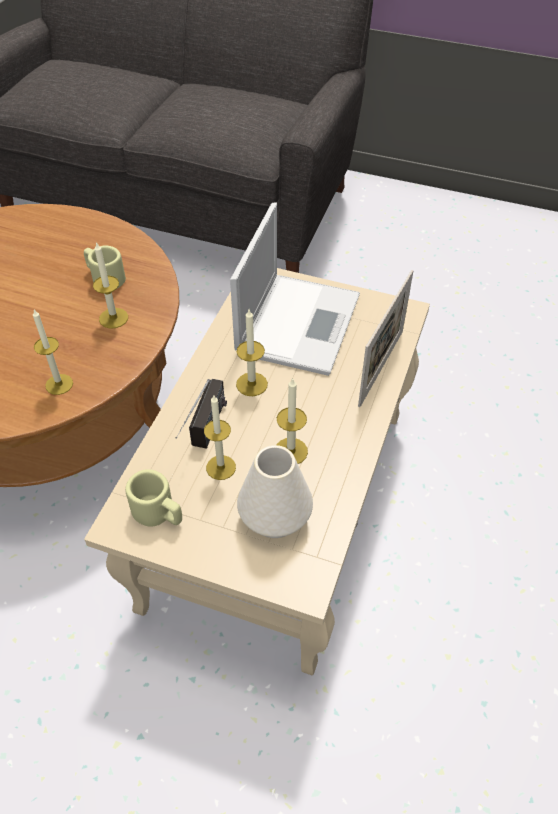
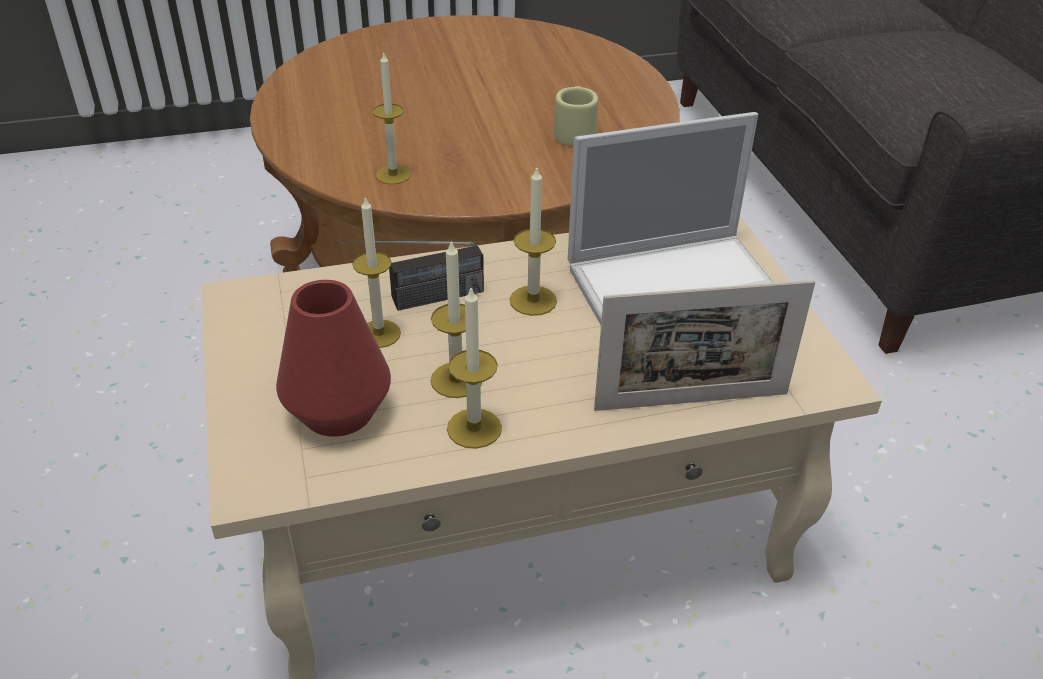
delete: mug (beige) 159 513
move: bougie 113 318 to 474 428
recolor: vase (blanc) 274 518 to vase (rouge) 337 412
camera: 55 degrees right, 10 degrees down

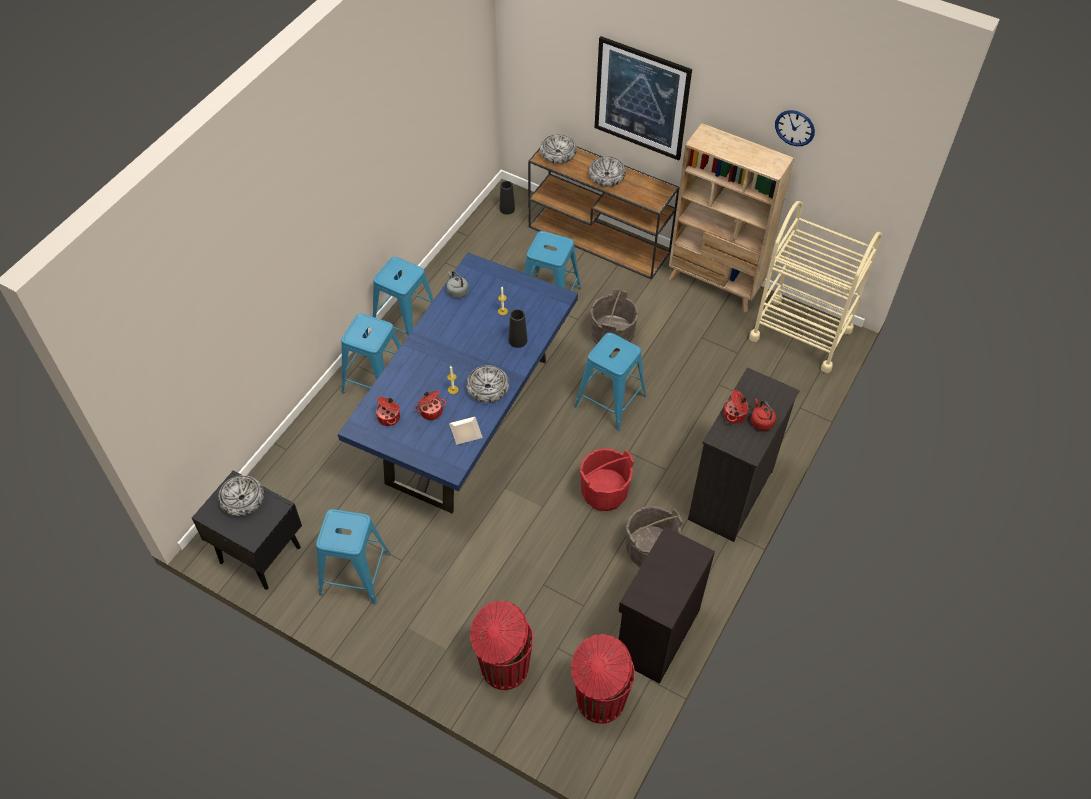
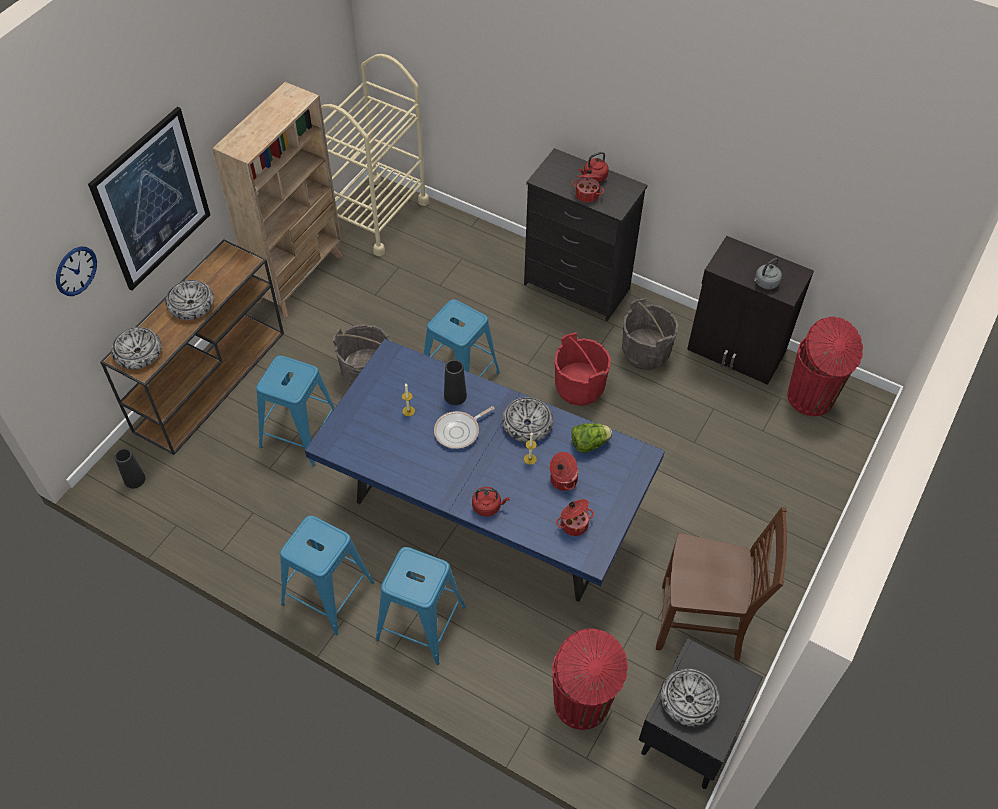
insert: poêle 459 431; bouilloire (rouge) 488 506
move: bouilloire (gris) 457 291 to 765 283; poubelle (rouge) 503 668 to 582 704; horloge murale 794 128 to 76 271
replace: tabouret (bleu) 355 573 to chaise (marron) 702 625; assiette 466 430 to laitue 589 444
camera: 90 degrees left, 0 degrees up

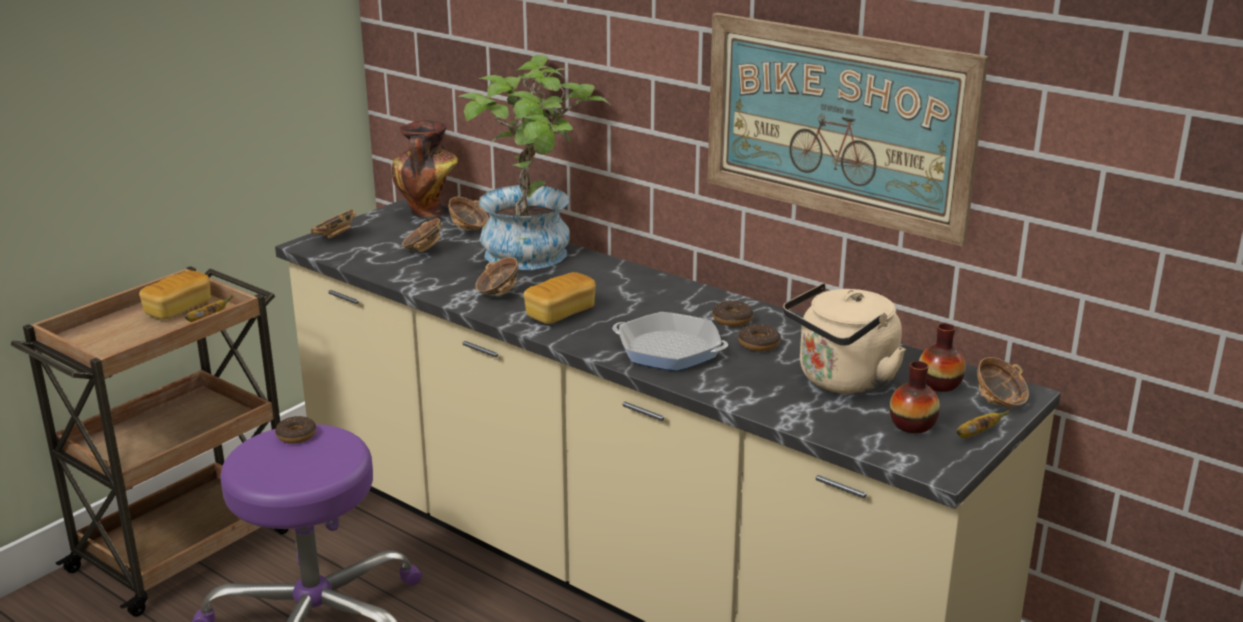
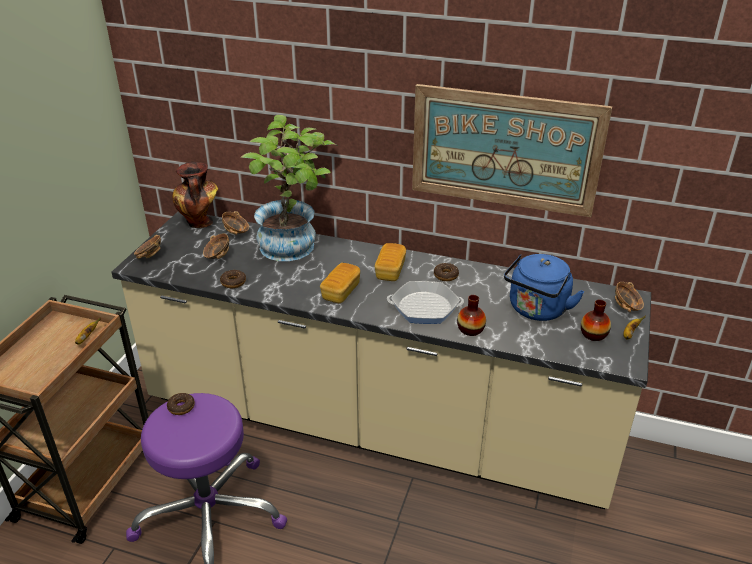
delete: bol 497 293
move: pain 178 309 to 390 271; beignet 758 344 to 233 282; vase 939 384 to 470 329
recolor: bouilloire (beige) 842 381 to bouilloire (bleu) 536 310
camera: 20 degrees left, 10 degrees up

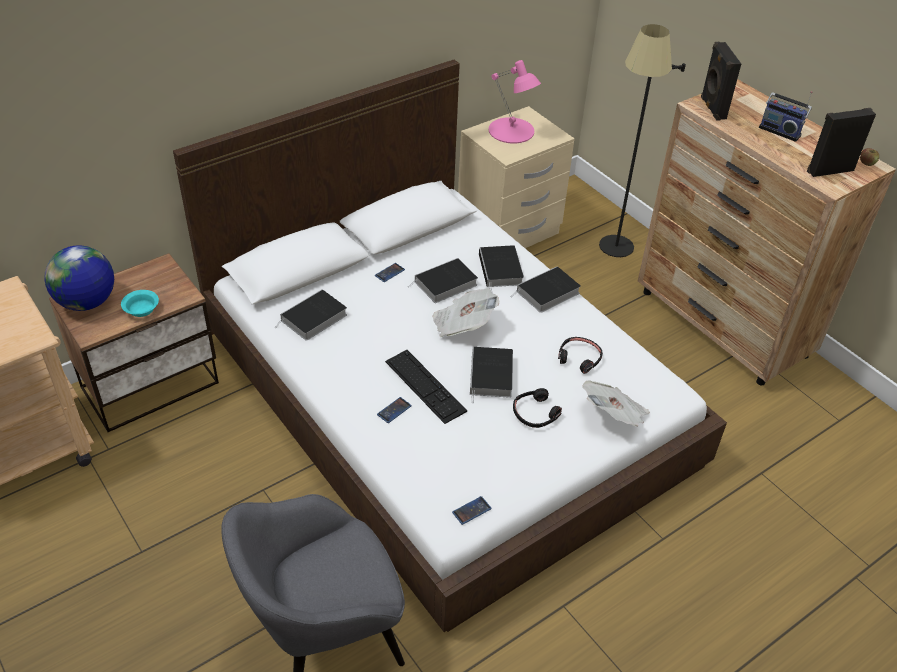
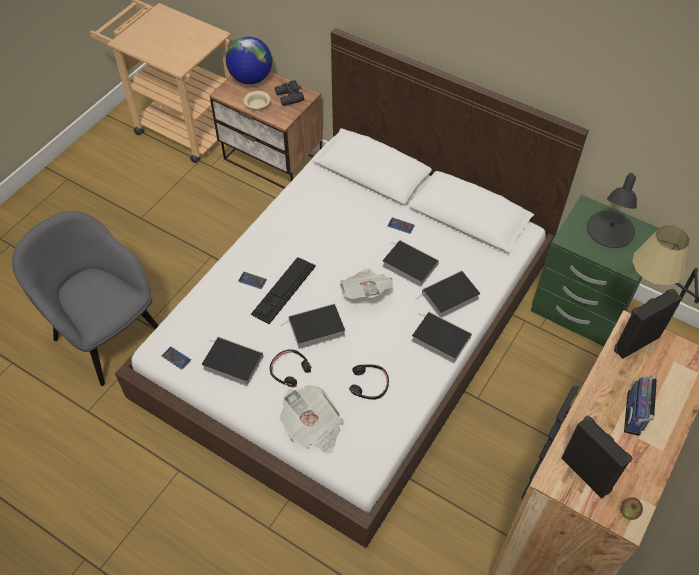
insert: jumelles (noir) 289 97
move: livre 313 319 to 231 363
recolor: bol (turquoise) 141 309 to bol (beige) 258 105; table de chevet (beige) 509 232 to table de chevet (vert) 579 308; lampe de table (rose) 511 131 to lampe de table (noir) 610 230
camera: 70 degrees right, 10 degrees up

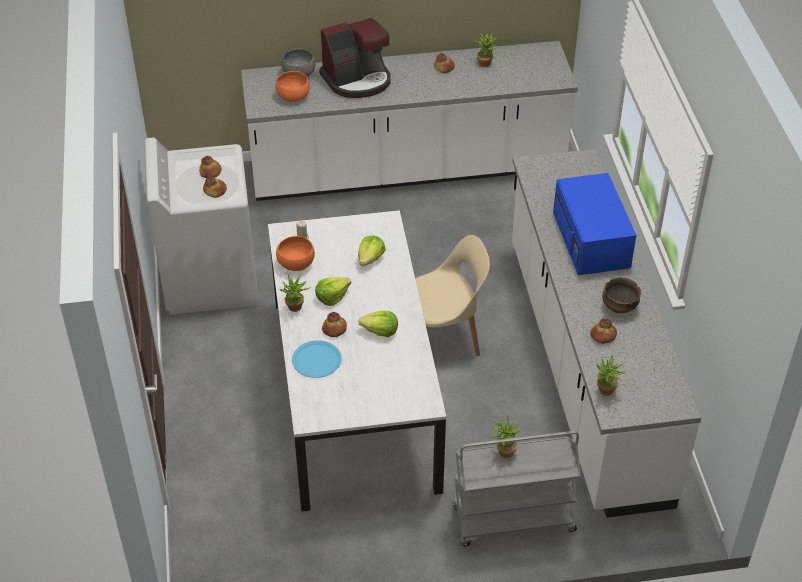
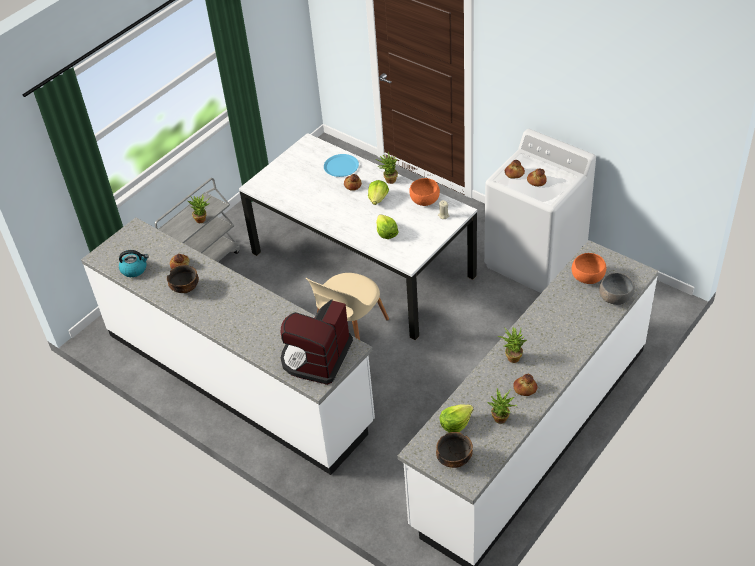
delete: micro-ondes (bleu) 591 240
insert: bouilloire 134 269; bol 454 459
move: machine à café 357 80 to 316 357; laitue 380 331 to 455 423; plante en pot 605 392 to 512 356
camera: 140 degrees right, 0 degrees up

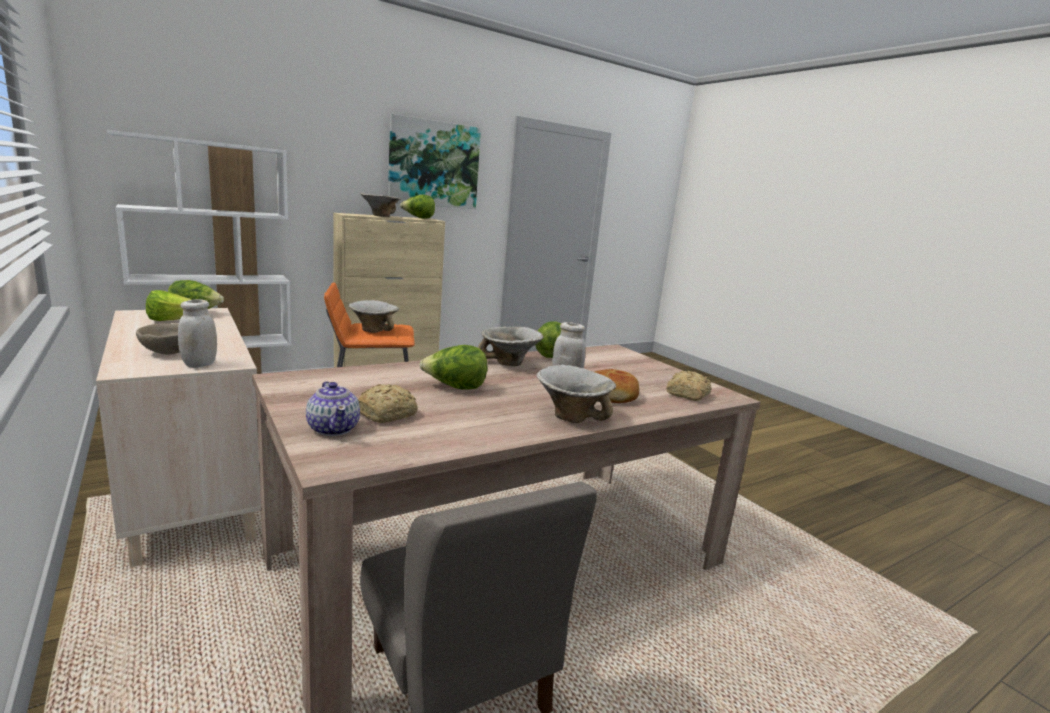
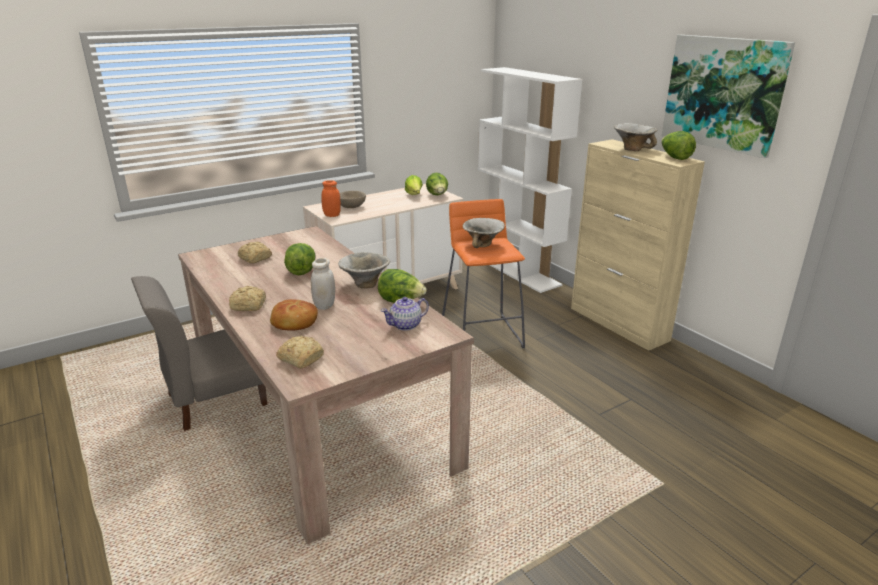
move: théière 333 428 to 406 325
replace: bol 572 416 to pain 249 306
recolor: bocal (blanc) 200 364 to bocal (orange) 332 215
camera: 90 degrees right, 10 degrees up

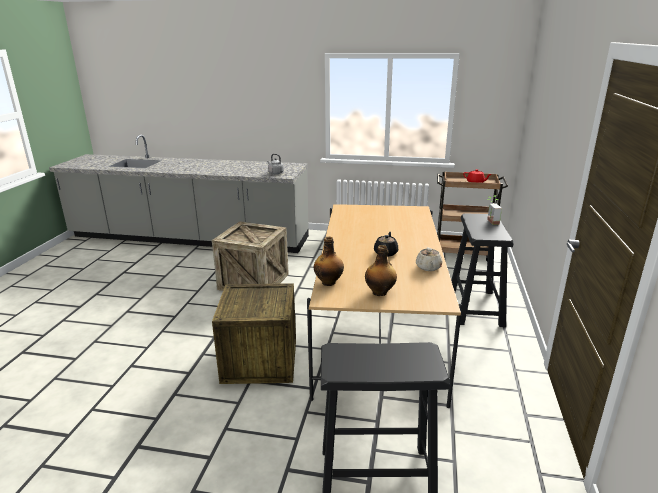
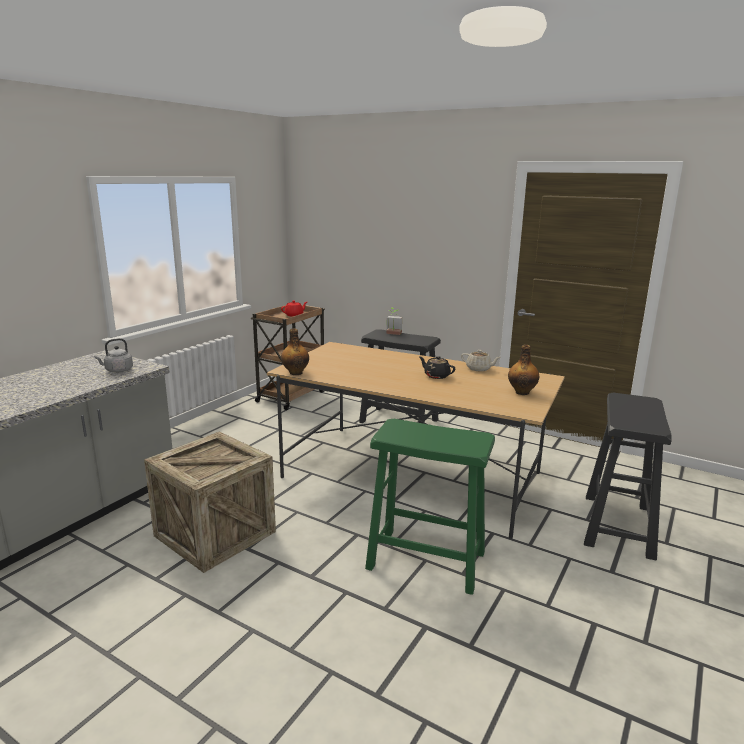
move: bouteille 329 282 to 295 373
replace: caisse 260 360 to tabouret (vert) 425 560
camera: 70 degrees left, 5 degrees down

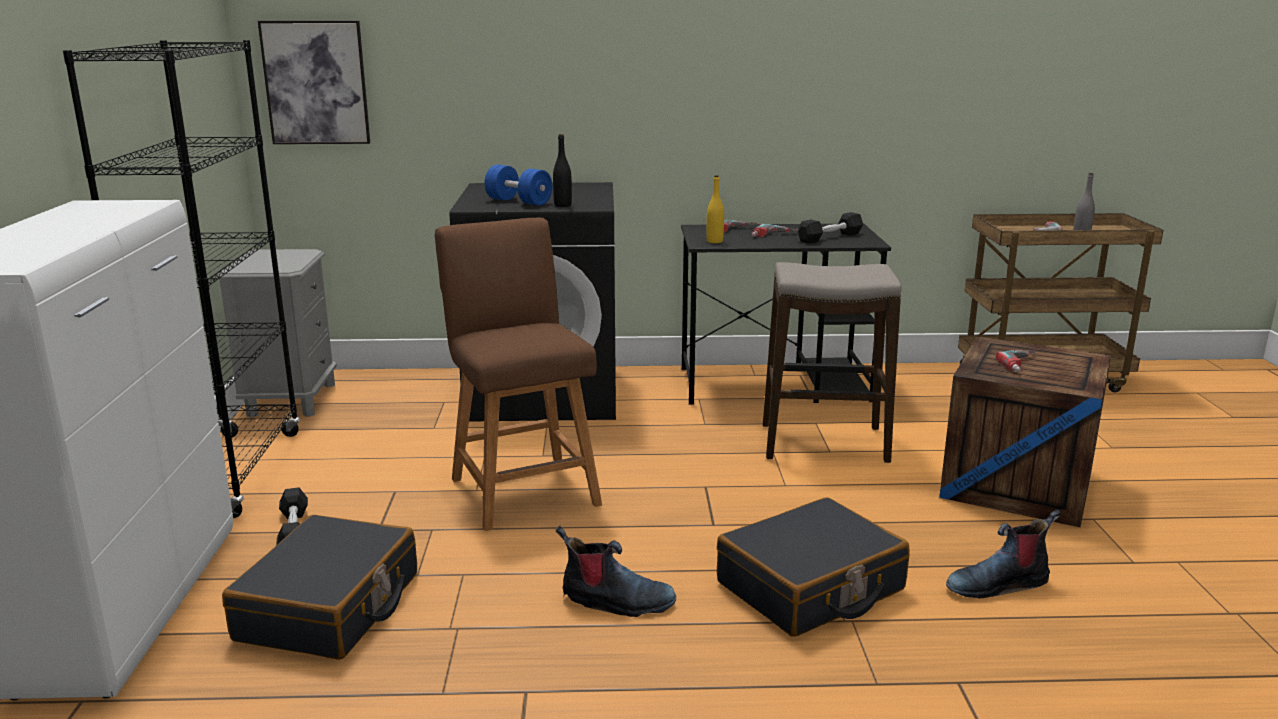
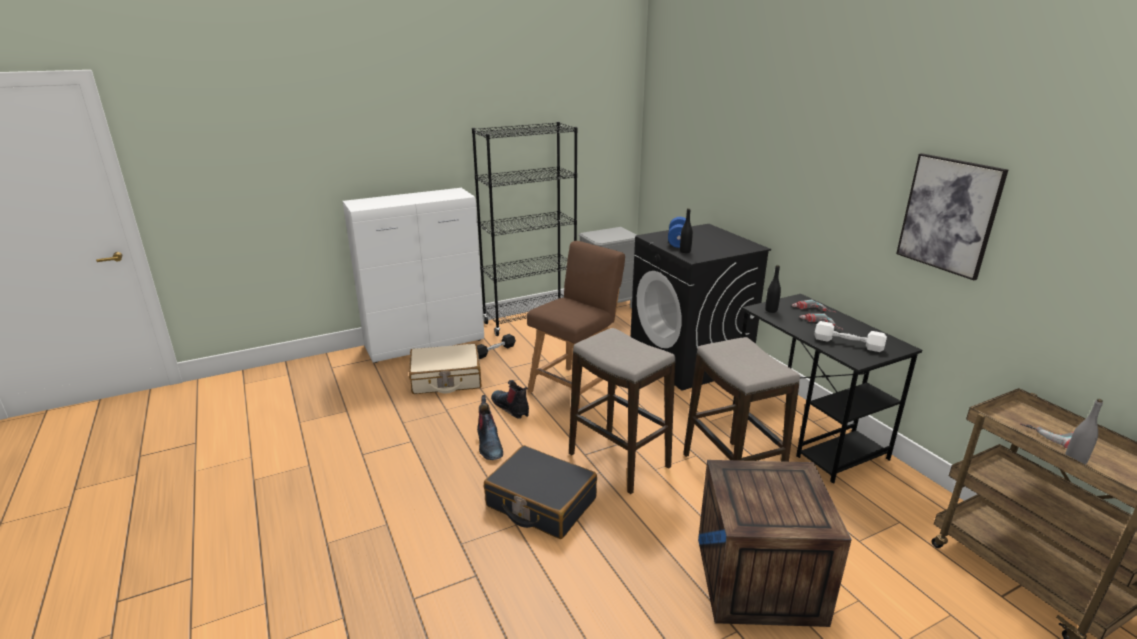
delete: perceuse 1025 364
insert: tabouret 619 460
move: tableau 316 83 to 949 215; botte 997 584 to 511 407
recolor: valise (noir) 330 607 to valise (beige) 446 379; bouteille (jaune) 714 241 to bouteille (noir) 771 310; haltère (noir) 830 237 to haltère (blanc) 848 343
camera: 65 degrees right, 5 degrees up

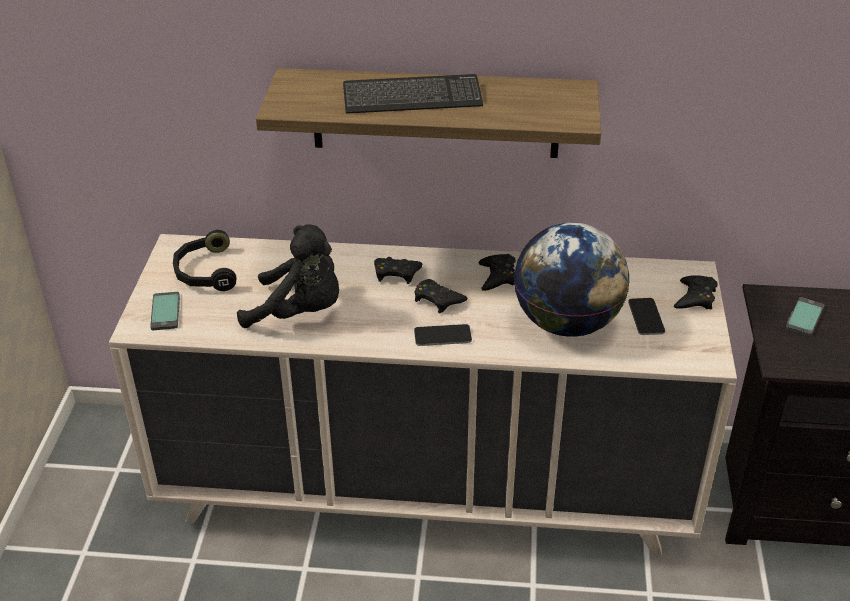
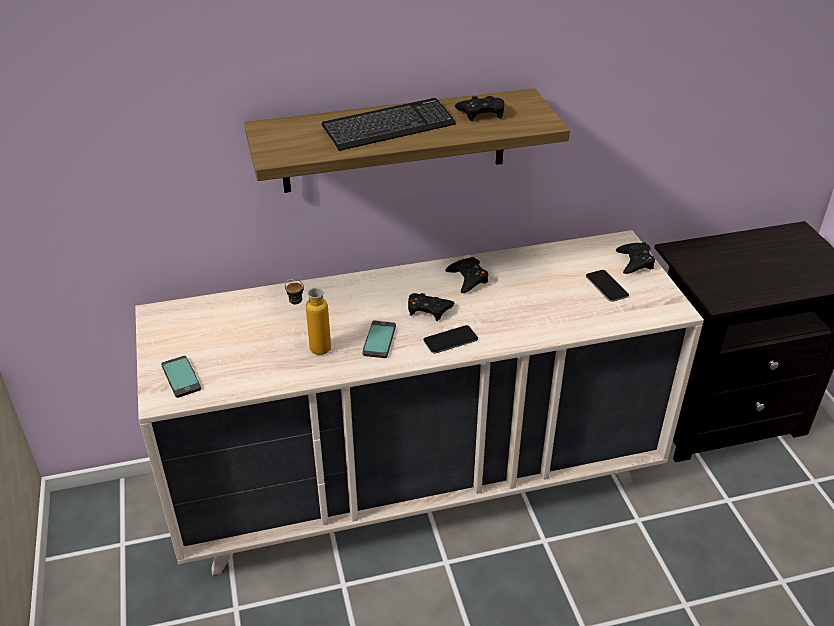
delete: casque audio (noir) 205 272; globe 567 323
move: manette (noir) 396 273 to 481 113; téléphone 804 317 to 379 340
replace: peluche (noir) 300 312 to bouteille 311 348
camera: 20 degrees left, 0 degrees up

